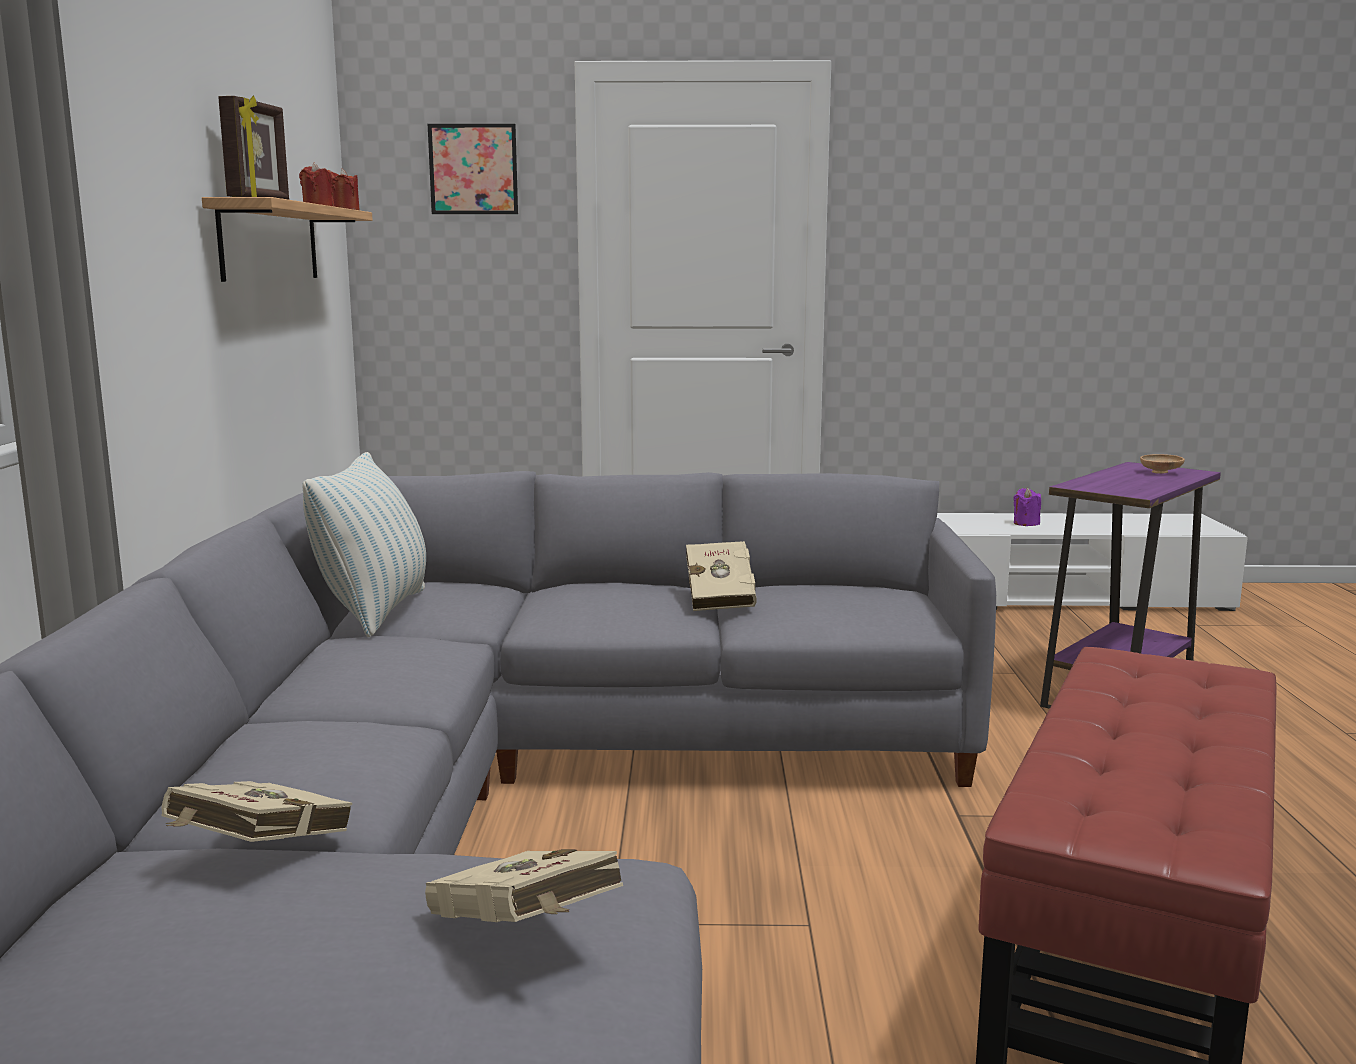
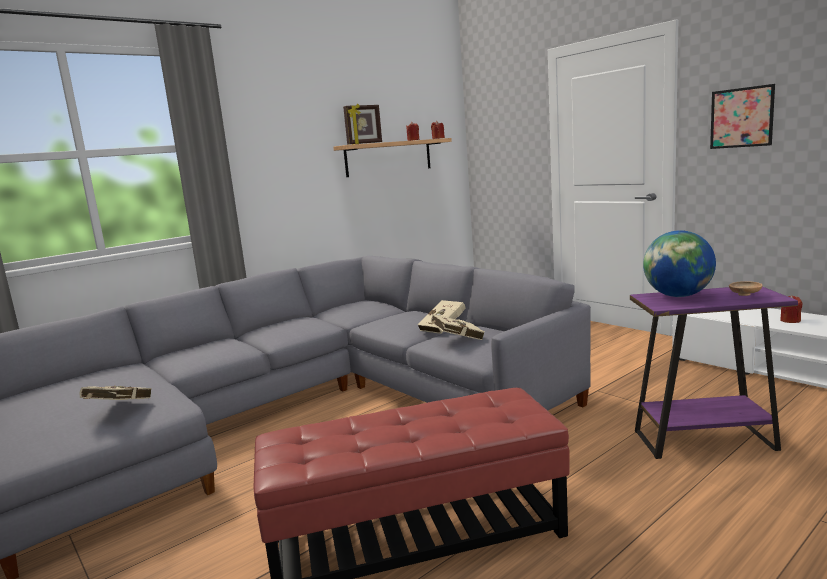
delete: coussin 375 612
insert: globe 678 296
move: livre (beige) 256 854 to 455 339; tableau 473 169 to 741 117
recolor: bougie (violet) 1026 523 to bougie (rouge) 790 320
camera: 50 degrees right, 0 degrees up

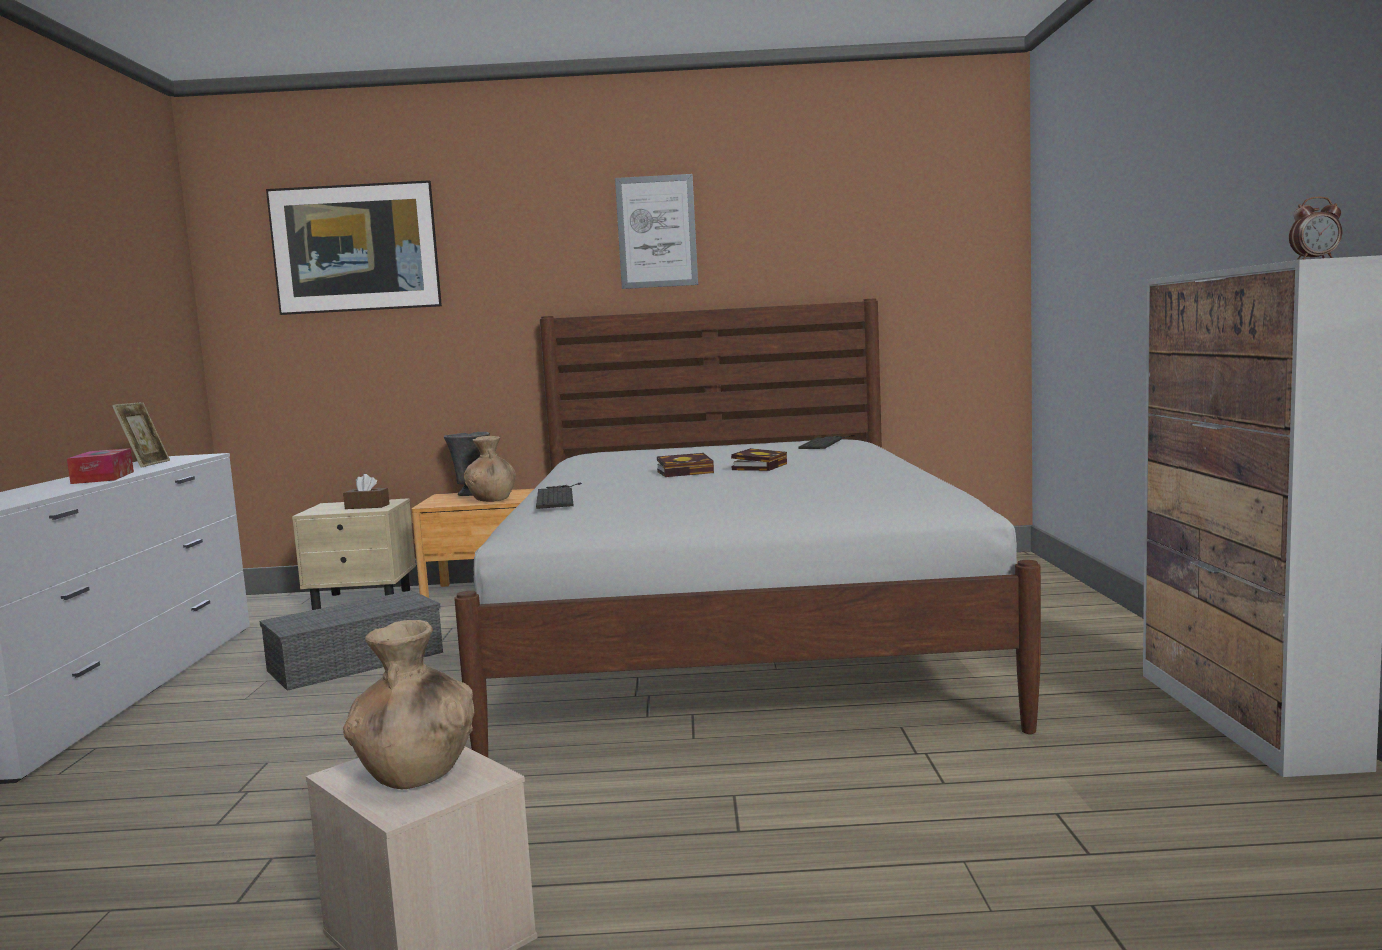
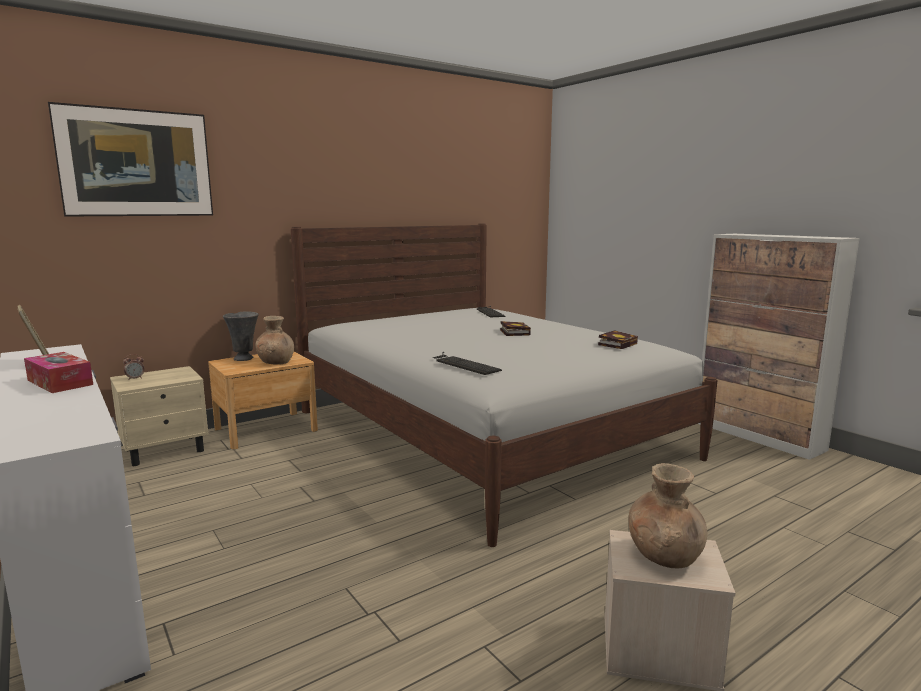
delete: boîte de rangement (gris) 358 660; boîte à mouchoirs (marron) 367 506; tableau 656 232
move: livre 687 472 to 618 344; réveil 1314 259 to 135 378
camera: 35 degrees left, 5 degrees up

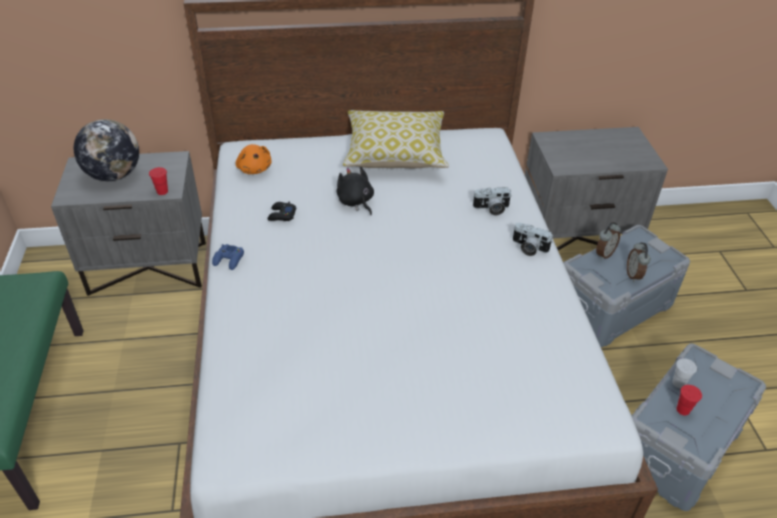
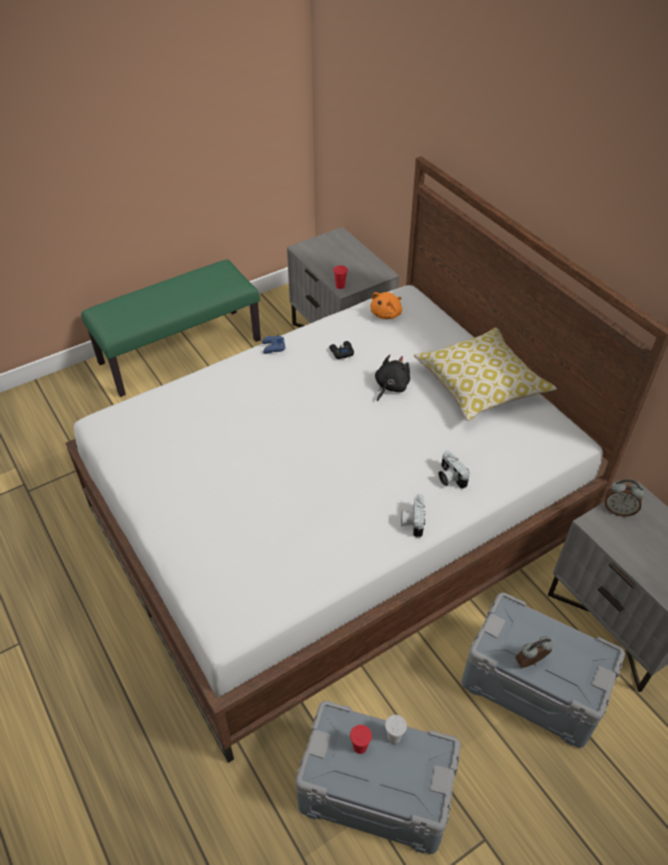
delete: globe 114 175
move: réveil 604 254 to 618 510
camera: 65 degrees right, 5 degrees up

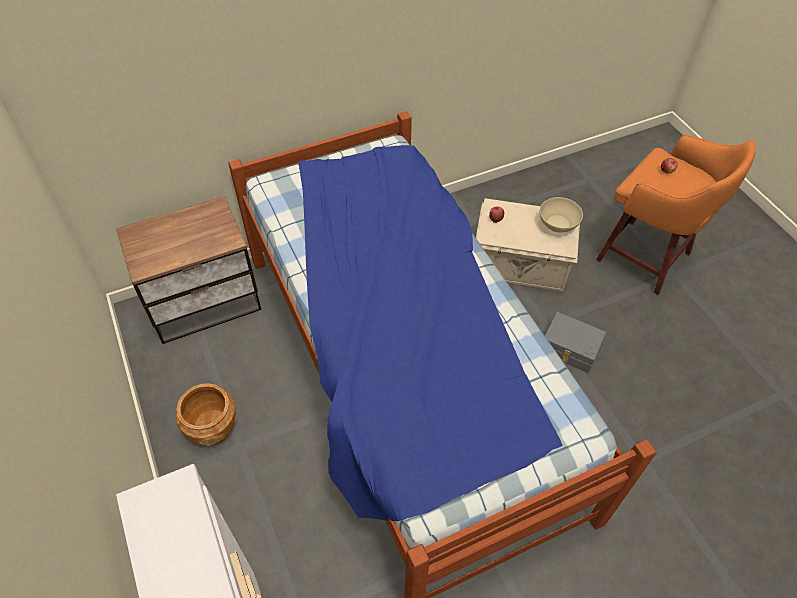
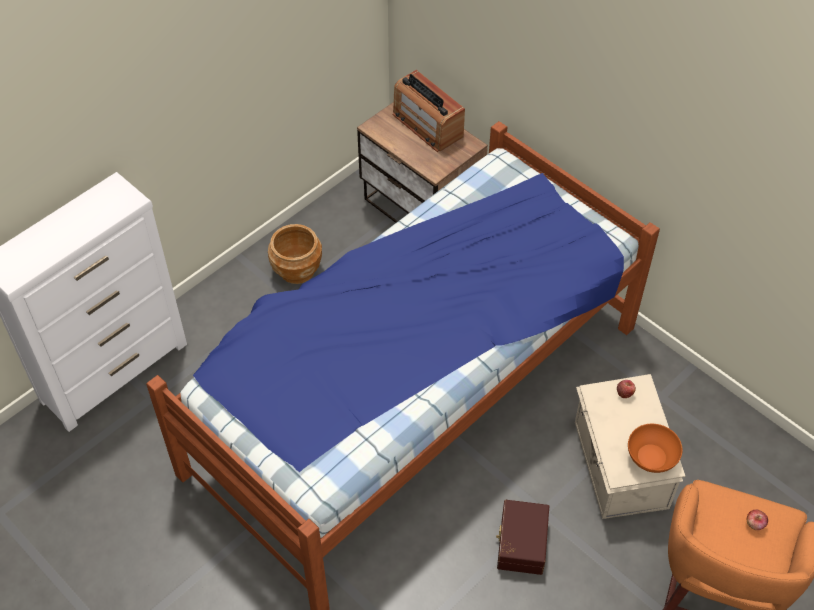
insert: radio 427 125
recolor: bol (beige) 558 223 to bol (orange) 652 457; boîte de rangement (gris) 569 349 to boîte de rangement (marron) 520 543
camera: 70 degrees right, 0 degrees up

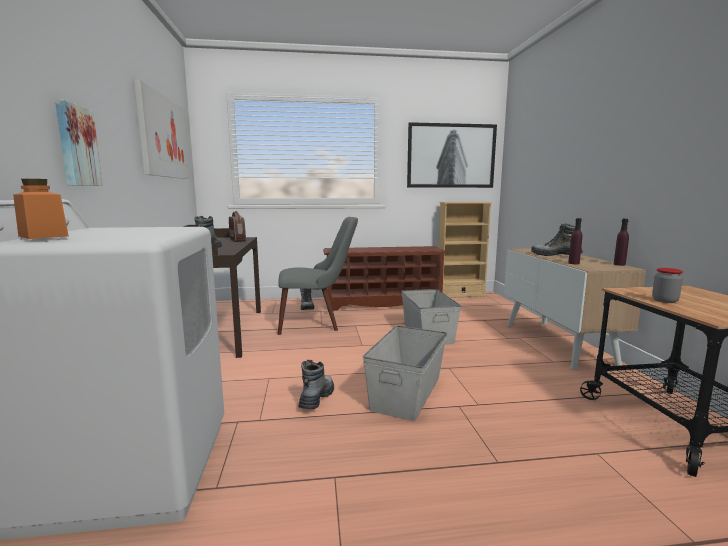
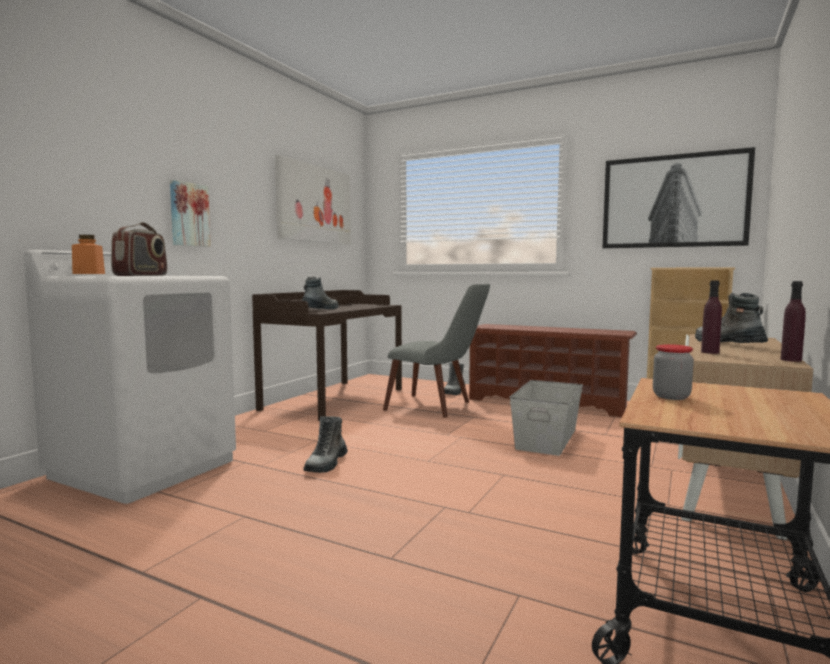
delete: boîte de rangement (gris) 407 392
move: radio 238 240 to 141 275
rotate: botte 316 398 = 326 464 150 degrees clockwise
camera: 35 degrees right, 5 degrees down

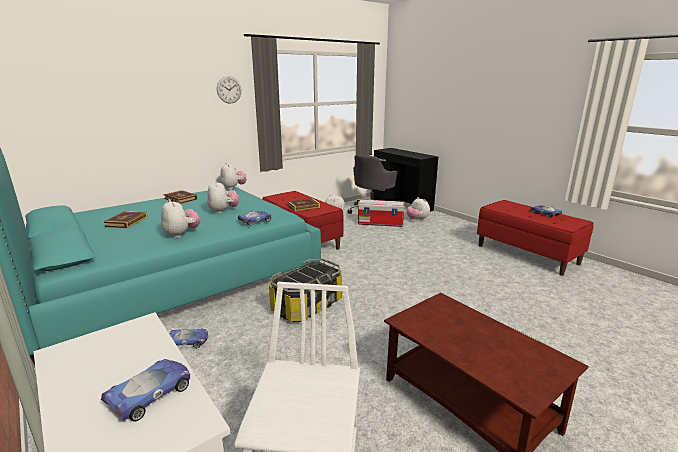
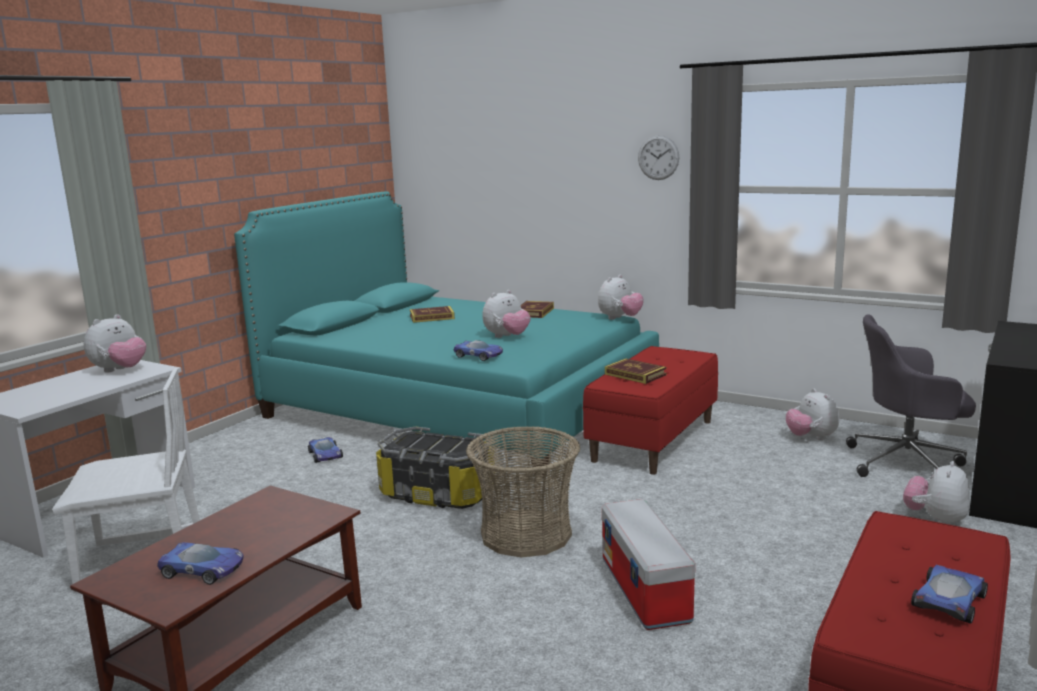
insert: panier 526 534
move: petite voiture 151 393 to 204 569; peluche 181 234 to 119 370; boîte de rangement 381 223 to 646 591
camera: 70 degrees right, 5 degrees down

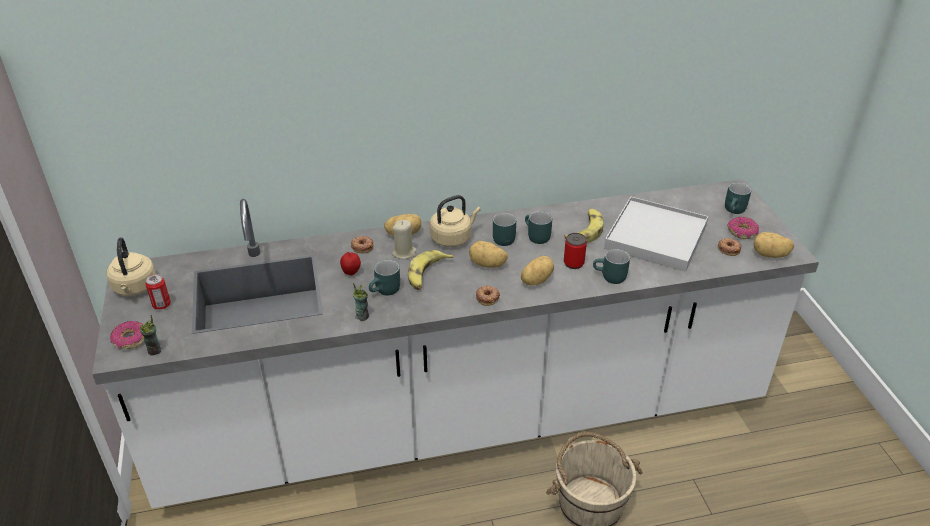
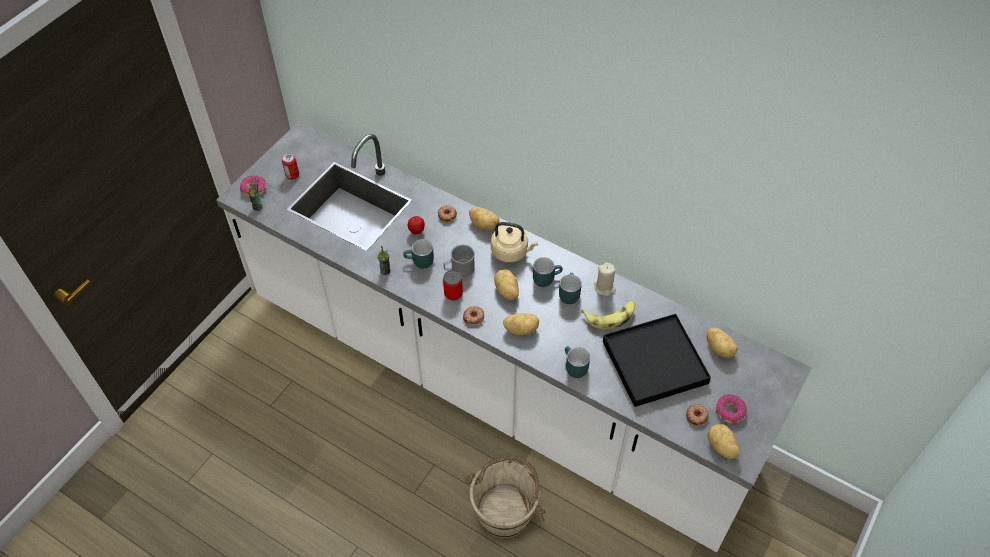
delete: bouilloire (beige) 135 288; mug (turquoise) 735 211
insert: pomme de terre 720 348
move: bougie (beige) 404 253 to 604 287; boîte métallique 573 263 to 453 293
replace: banane 427 274 to mug (gris) 459 269
recolor: plateau (blanc) 655 237 to plateau (noir) 654 362
camera: 45 degrees right, 15 degrees up

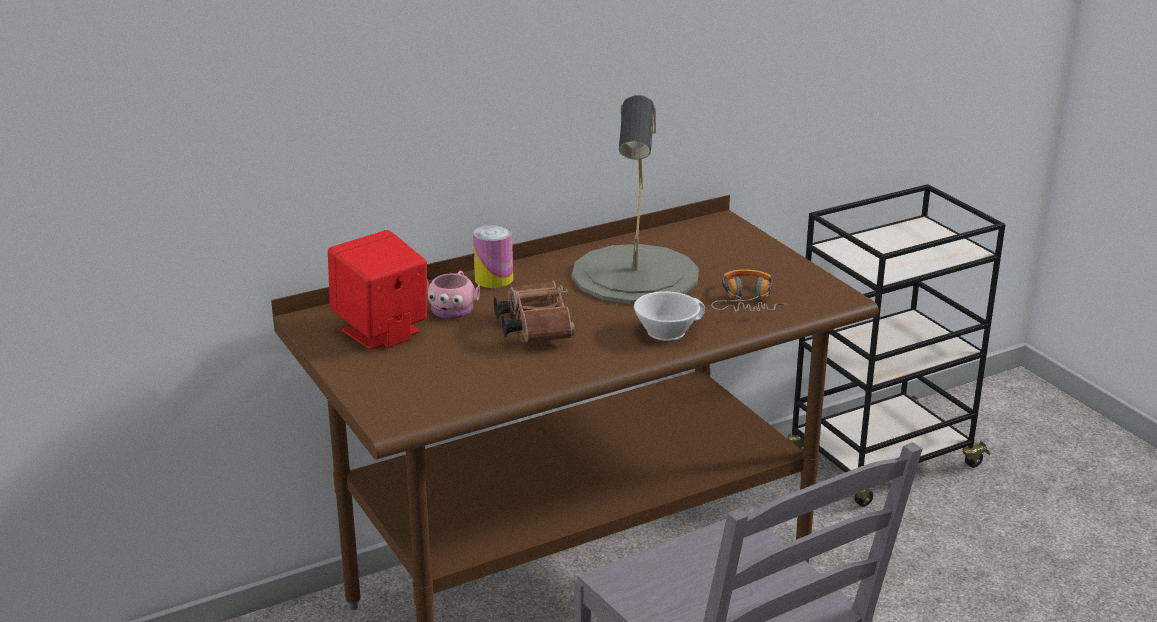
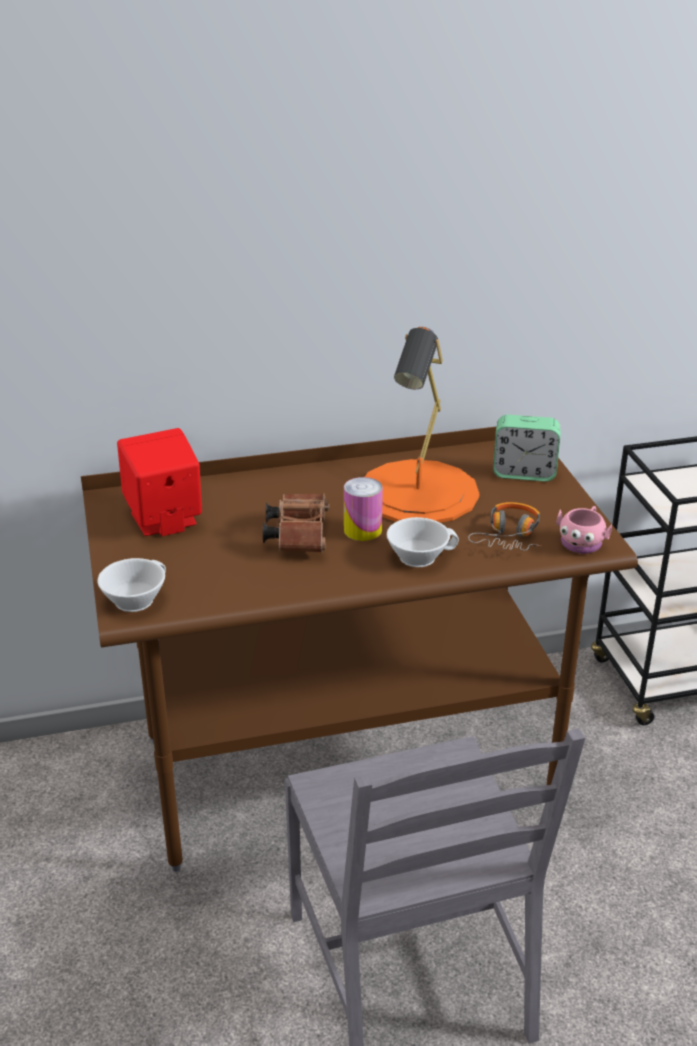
insert: tasse (blanc) 133 598; réveil 524 473
move: mug (rose) 453 308 to 582 542; boîte métallique 494 279 to 362 530
recolor: lampe de table (gris) 636 275 to lampe de table (orange) 419 492
camera: 15 degrees right, 5 degrees up

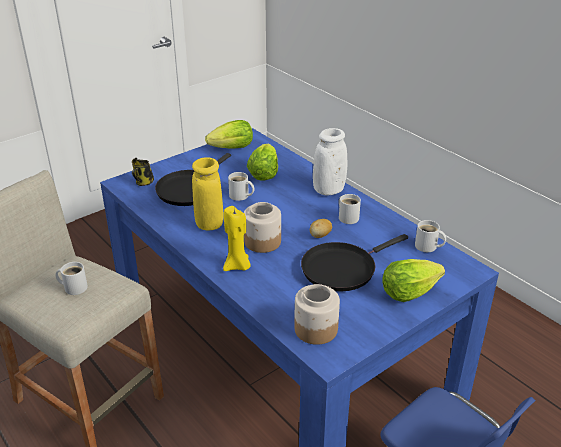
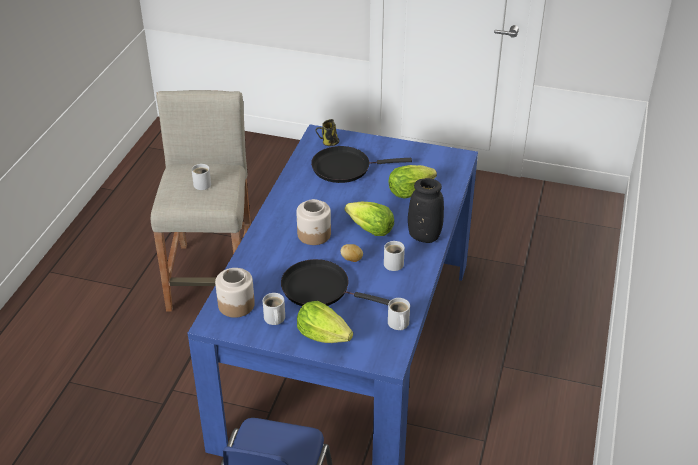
delete: vase (jaune) 209 224; bougie (jaune) 237 266
move: laitue 232 148 to 370 230; mug (blanc) 240 196 to 274 319
recolor: vase (blanc) 328 190 to vase (noir) 424 236
camera: 55 degrees right, 5 degrees up

